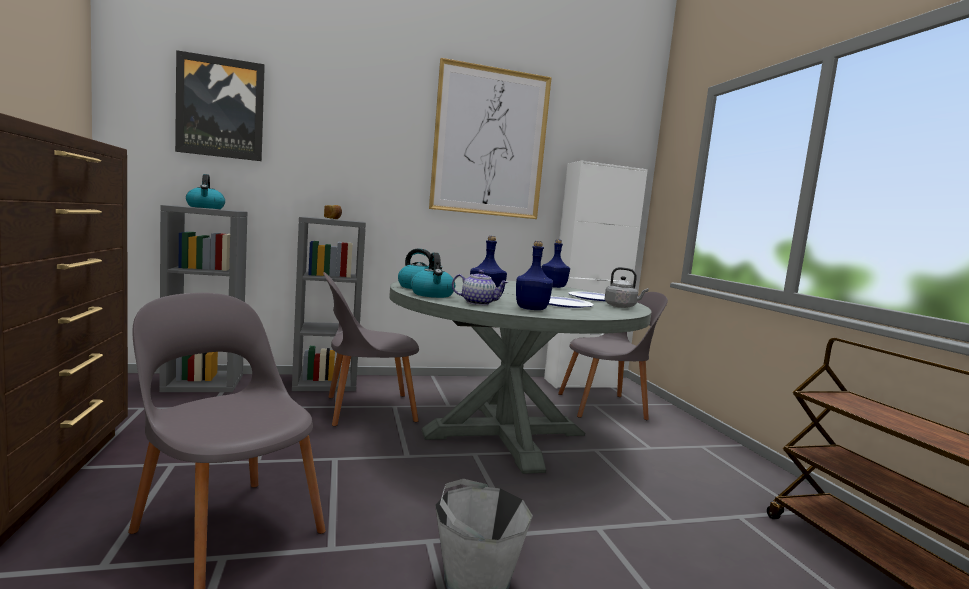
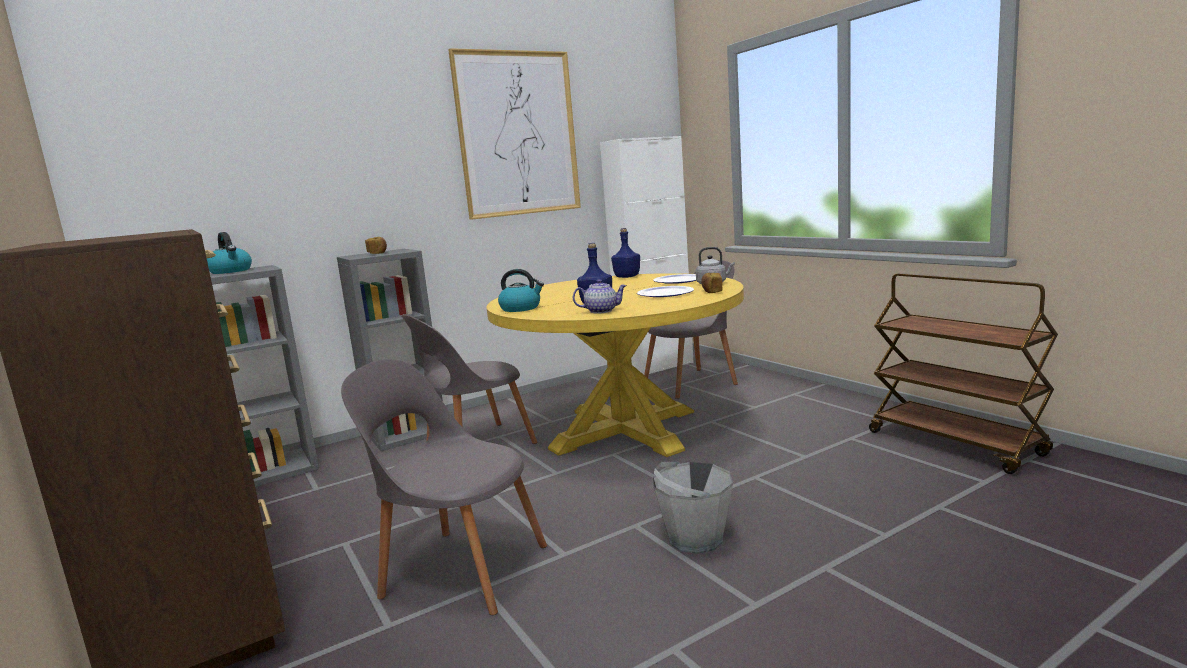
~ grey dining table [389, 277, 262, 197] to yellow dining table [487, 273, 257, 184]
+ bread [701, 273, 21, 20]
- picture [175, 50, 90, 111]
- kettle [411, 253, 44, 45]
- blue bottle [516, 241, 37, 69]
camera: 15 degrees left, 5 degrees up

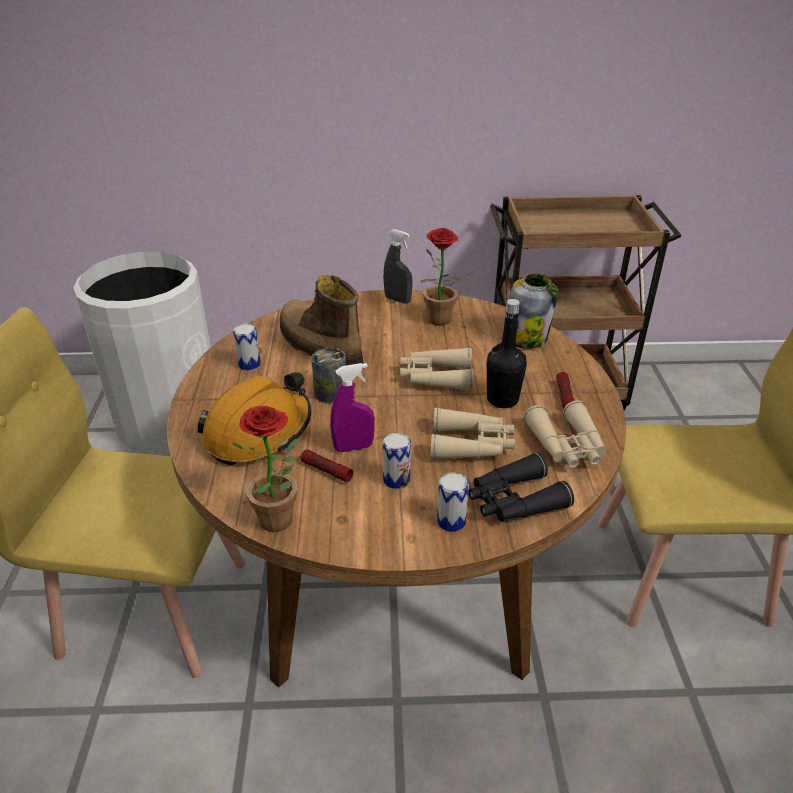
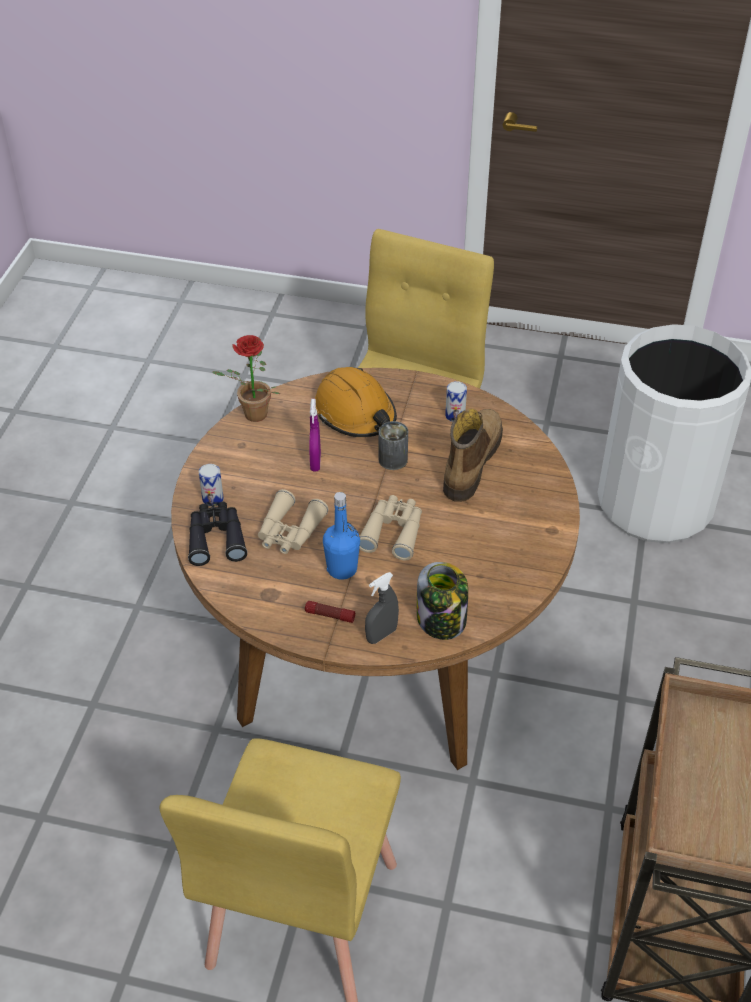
~ black bottle [487, 299, 40, 109] to blue bottle [323, 492, 37, 88]
~ grey spray bottle [383, 229, 29, 75] to [365, 572, 34, 72]
~ boot [280, 275, 84, 90] = [443, 409, 60, 93] 45 degrees counterclockwise
- flashlight [301, 449, 52, 33]
- can [383, 433, 28, 56]
- potted plant [420, 228, 54, 98]
- beige binoculars [524, 400, 83, 68]
camera: 105 degrees right, 10 degrees up

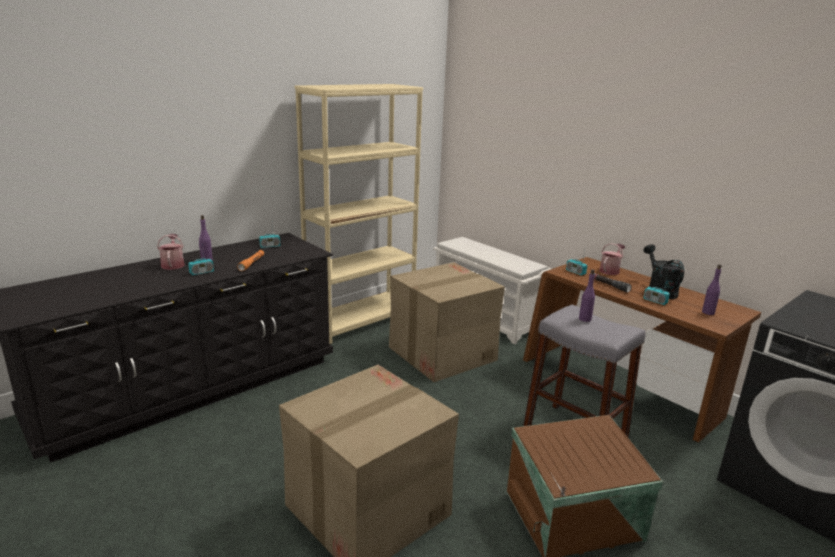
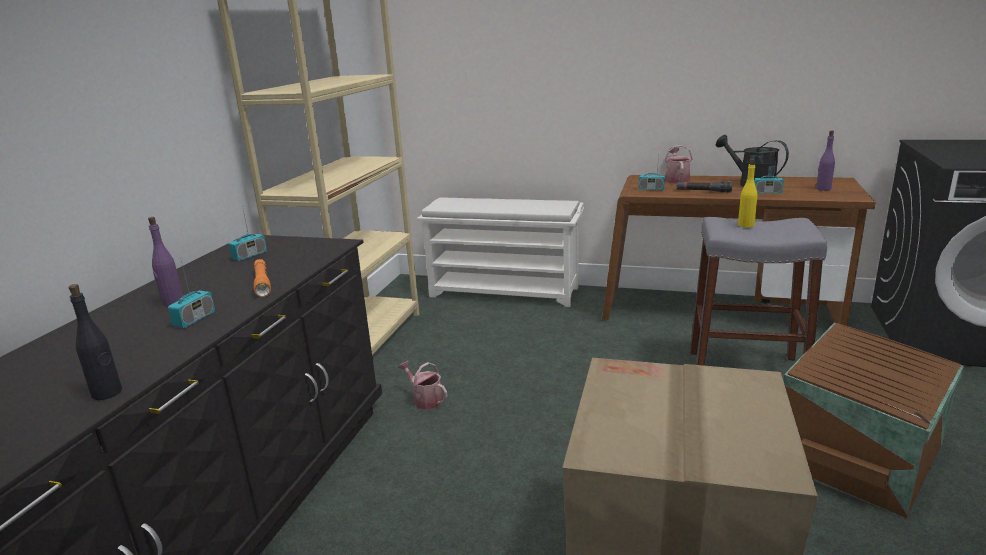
+ black bottle [69, 284, 53, 116]
~ watering can [157, 234, 28, 36] to [398, 361, 49, 49]
~ purple bottle [579, 269, 16, 53] to yellow bottle [738, 159, 19, 68]
- cardboard box [389, 262, 116, 120]
camera: 30 degrees left, 0 degrees up

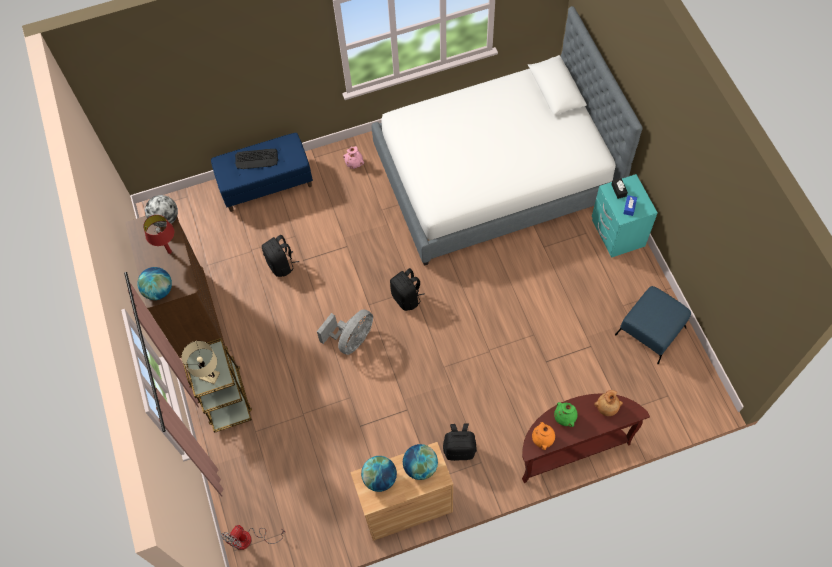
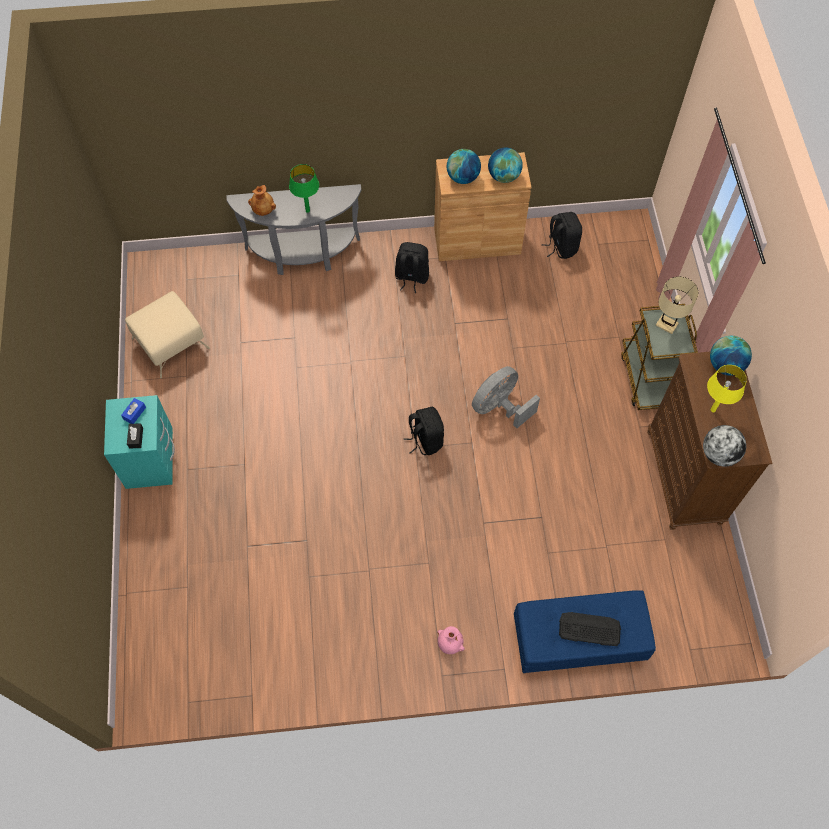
~ blue ottoman [615, 286, 76, 78] to beige ottoman [125, 291, 85, 87]
~ brown console table [522, 393, 128, 90] to grey console table [226, 184, 135, 91]
~ green vase [554, 402, 24, 25] to green table lamp [289, 164, 30, 49]
~ black backpack [262, 235, 37, 42] to [542, 212, 40, 47]
~ red table lamp [143, 215, 31, 39] to yellow table lamp [707, 365, 40, 47]
- fan [221, 525, 65, 25]
- bed [372, 6, 270, 260]
- orange vase [532, 422, 23, 28]
camera: 170 degrees left, 0 degrees up

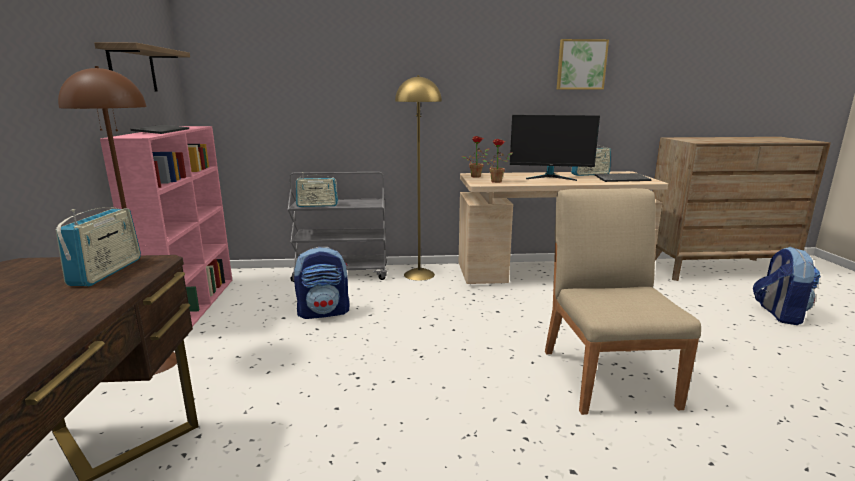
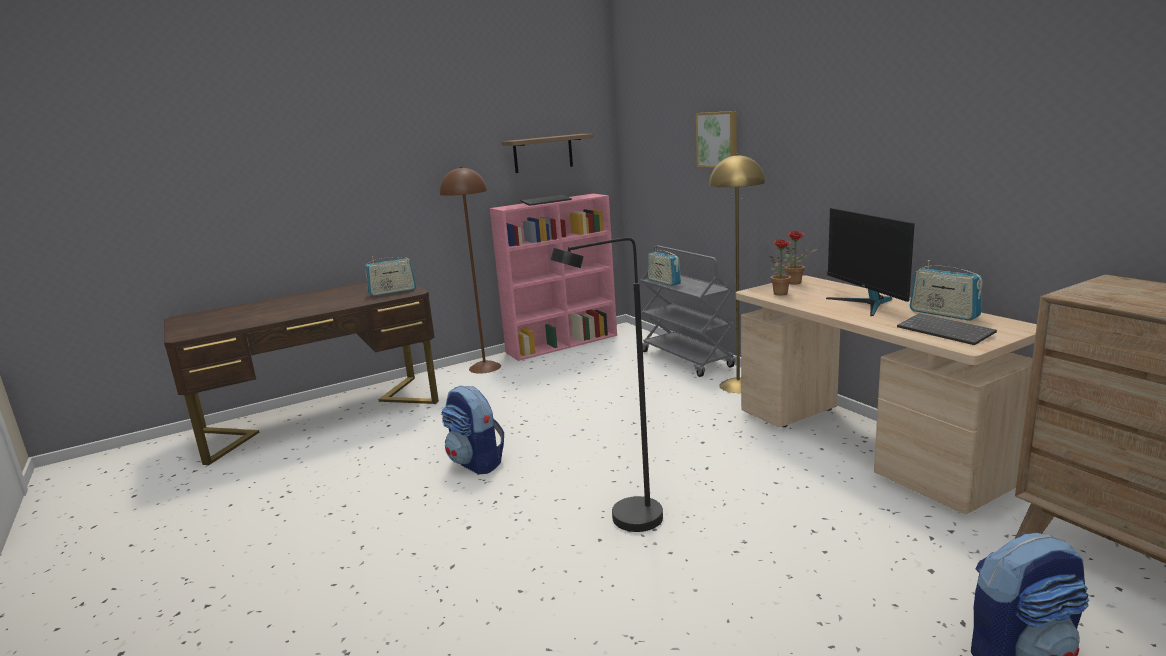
~ backpack [294, 247, 55, 72] to [441, 386, 63, 89]
~ beige chair [545, 188, 156, 227] to black floor lamp [550, 238, 113, 294]
~ picture [557, 39, 52, 50] to [696, 111, 41, 57]
camera: 65 degrees right, 0 degrees up

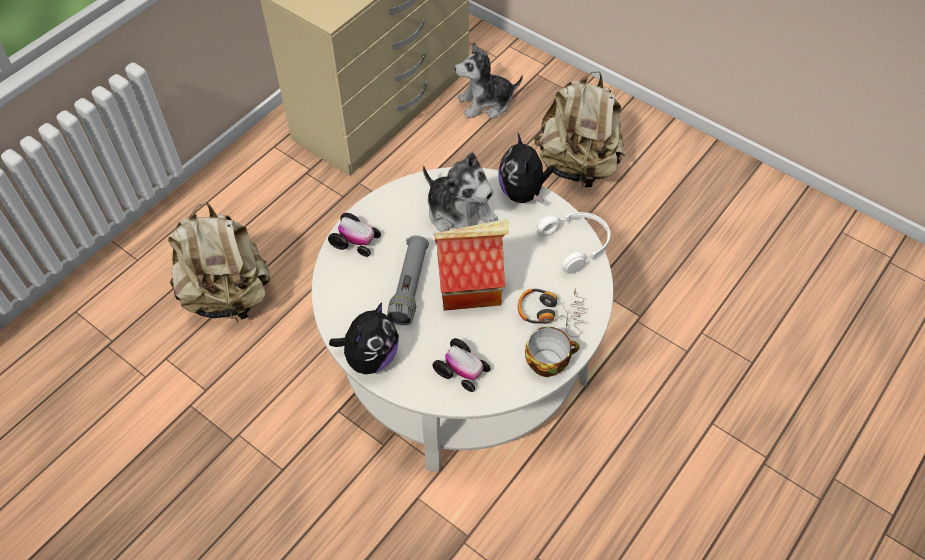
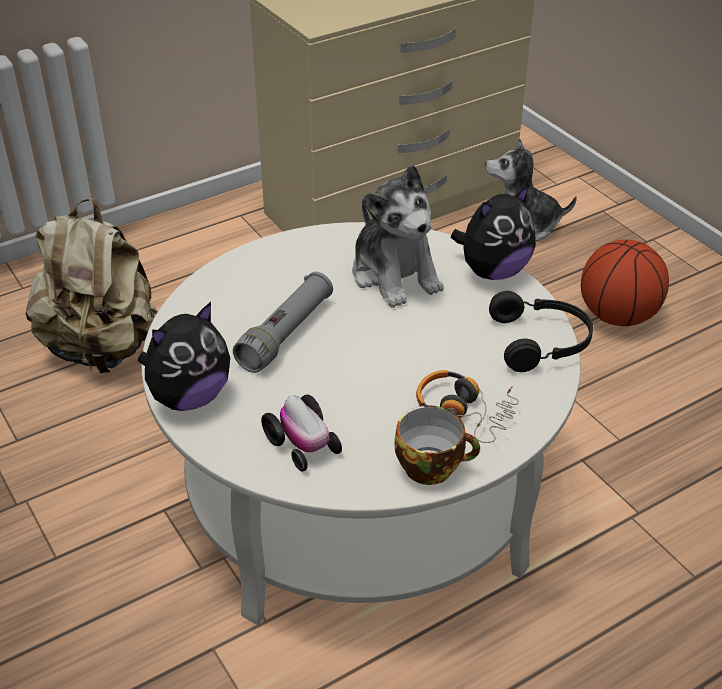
~ plush toy [498, 132, 56, 72] = [451, 184, 85, 96] 135 degrees counterclockwise
~ white headphones [537, 212, 73, 62] to black headphones [489, 291, 104, 81]
~ beige backpack [534, 71, 91, 117] to basketball [581, 239, 88, 87]
- toy car [328, 213, 53, 44]
- toy house [434, 219, 75, 92]
camera: 20 degrees right, 15 degrees down

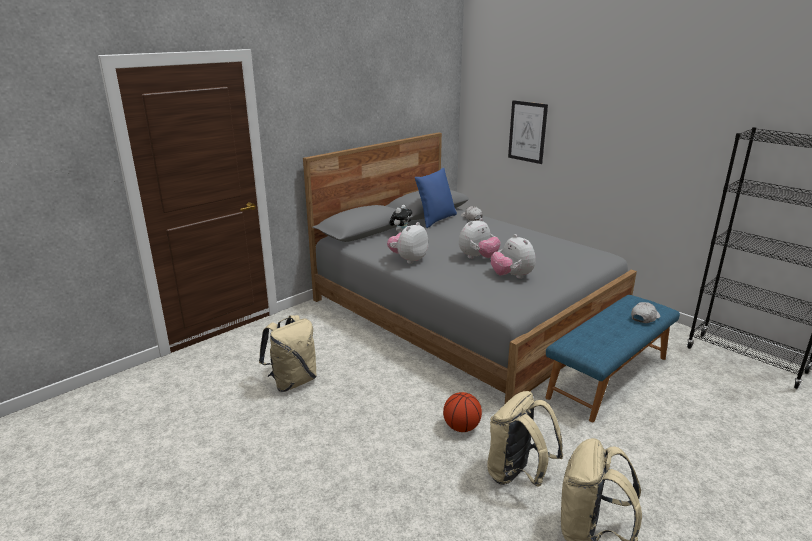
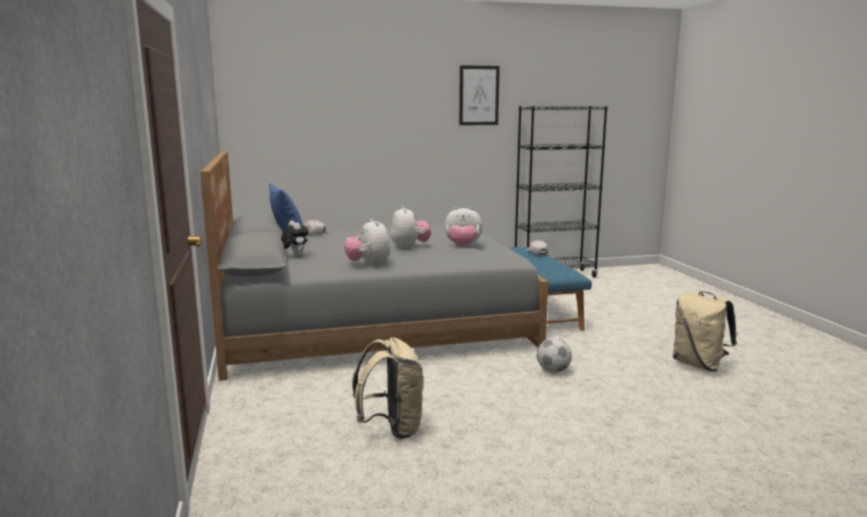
~ picture [508, 100, 40, 64] to [459, 65, 41, 60]
~ basketball [443, 392, 39, 40] to football [537, 338, 35, 35]
- beige backpack [487, 391, 76, 95]
camera: 60 degrees left, 10 degrees down

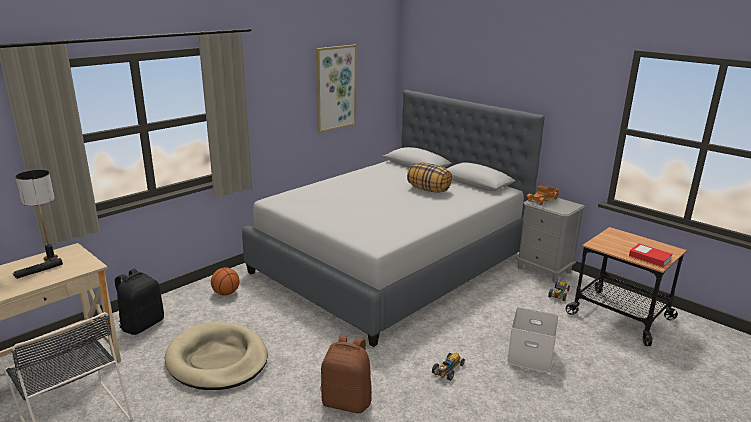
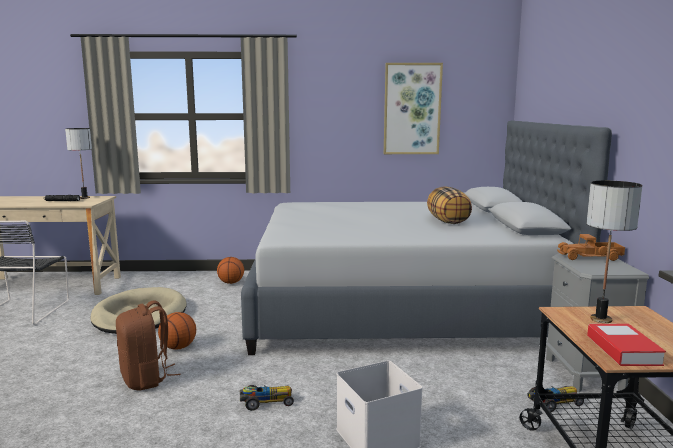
+ basketball [158, 312, 38, 38]
+ table lamp [586, 180, 56, 143]
- black backpack [115, 269, 49, 66]
camera: 45 degrees right, 10 degrees down

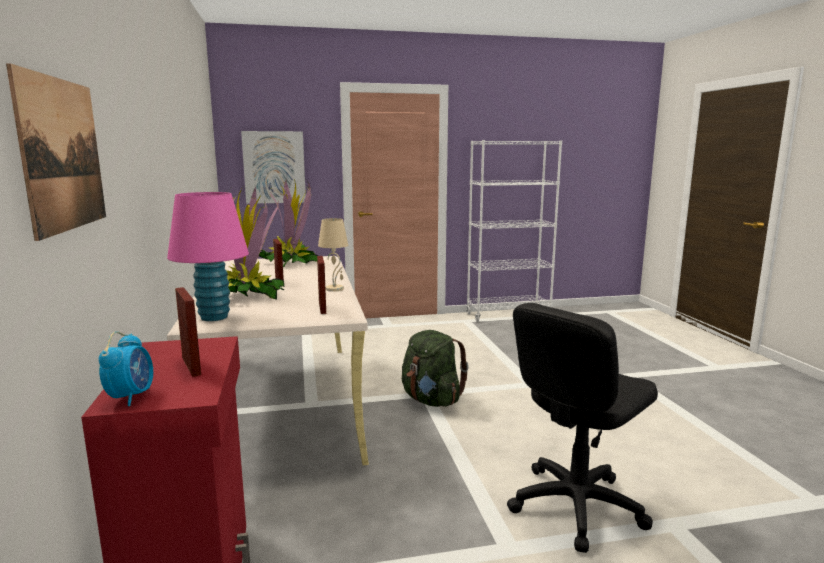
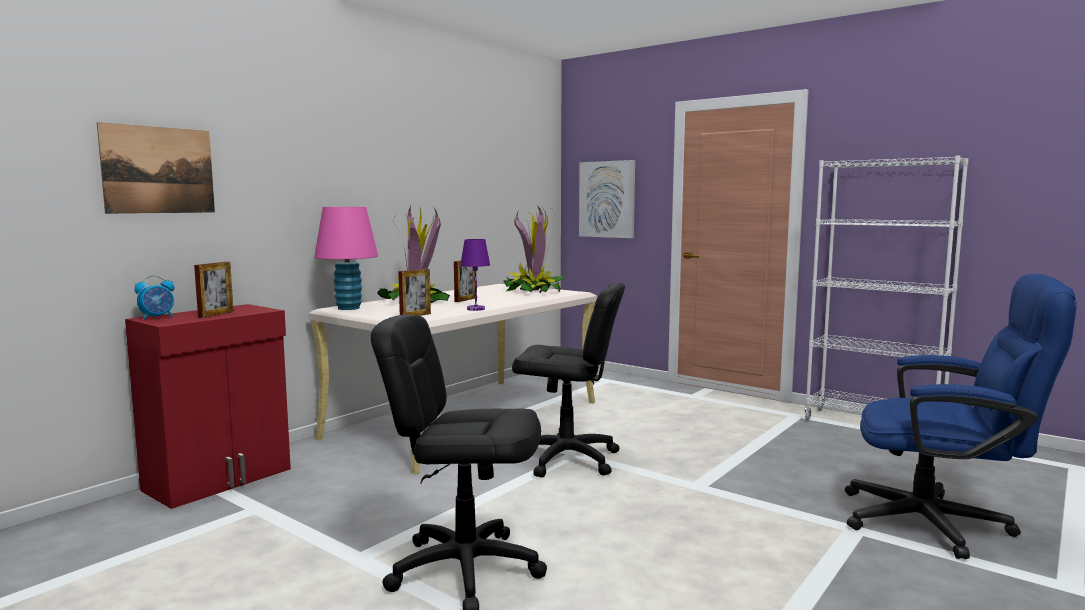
~ beige table lamp [318, 218, 30, 74] to purple table lamp [460, 239, 30, 72]
~ green backpack [402, 330, 67, 77] to black office chair [512, 283, 113, 195]
+ blue office chair [845, 274, 232, 285]
camera: 50 degrees right, 5 degrees down

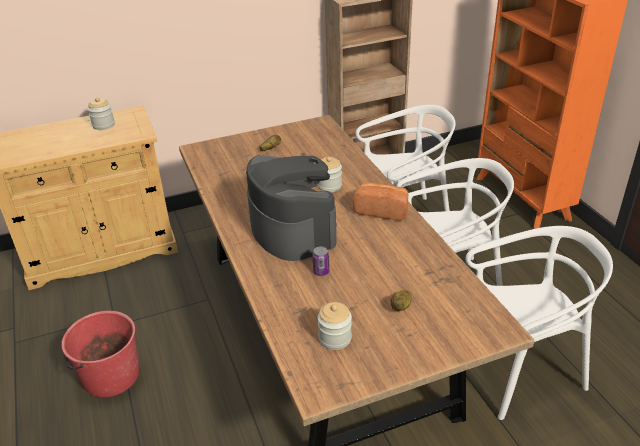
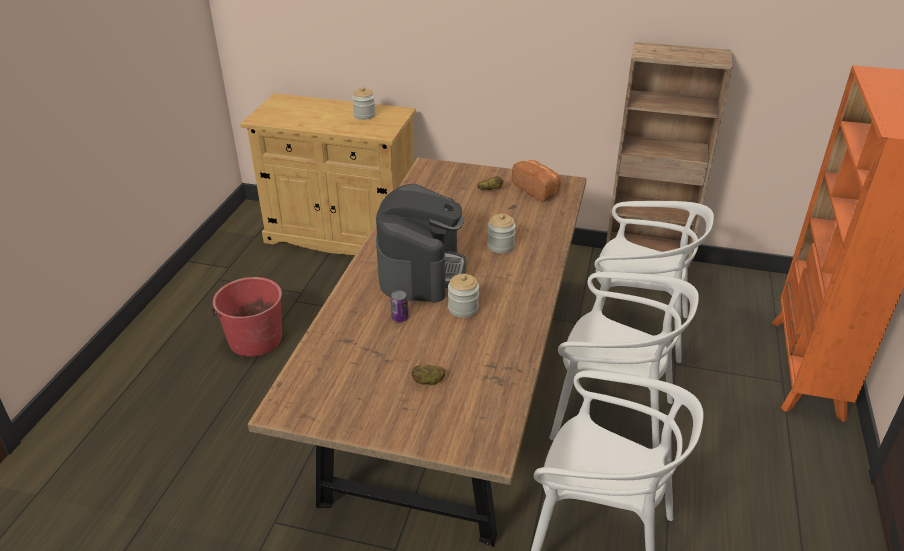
~ jar [317, 302, 35, 48] to [448, 274, 31, 44]
~ bread [353, 182, 55, 39] to [512, 160, 49, 42]
camera: 35 degrees right, 0 degrees up

